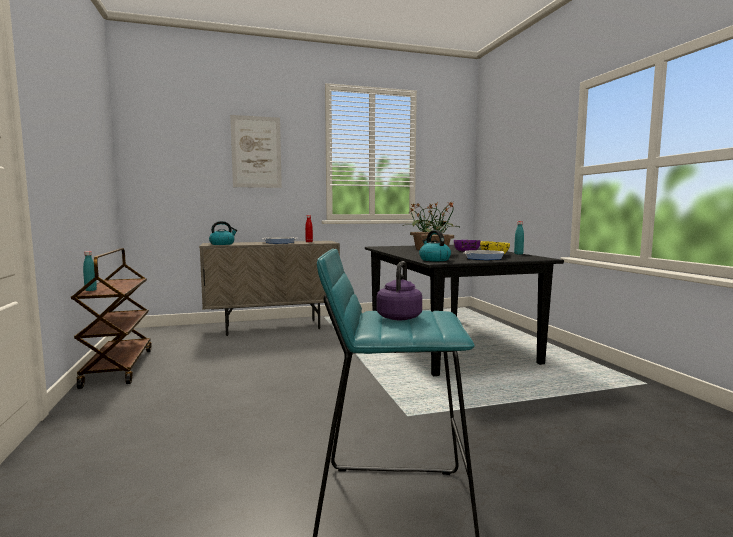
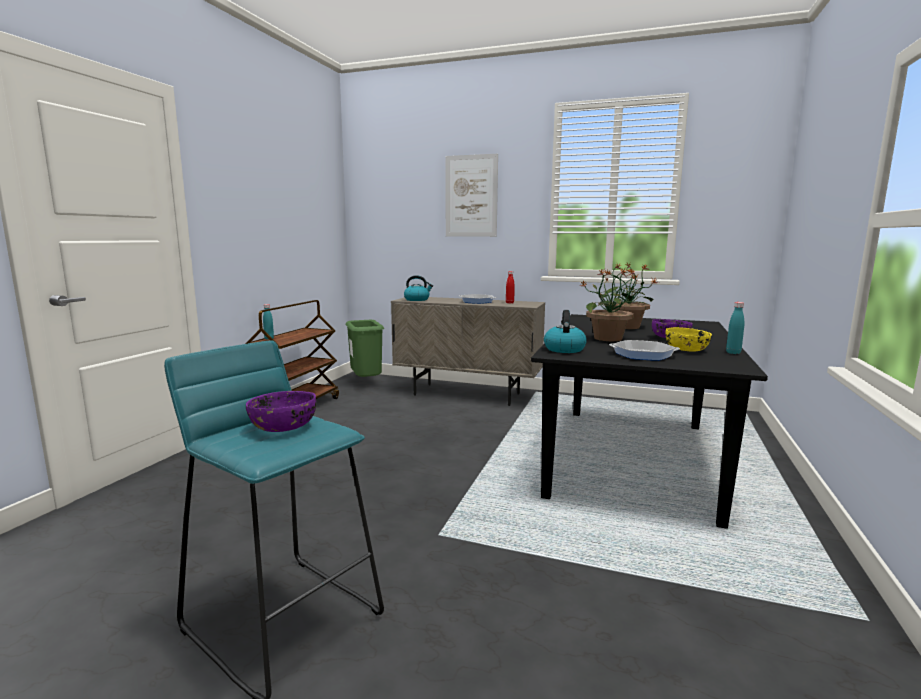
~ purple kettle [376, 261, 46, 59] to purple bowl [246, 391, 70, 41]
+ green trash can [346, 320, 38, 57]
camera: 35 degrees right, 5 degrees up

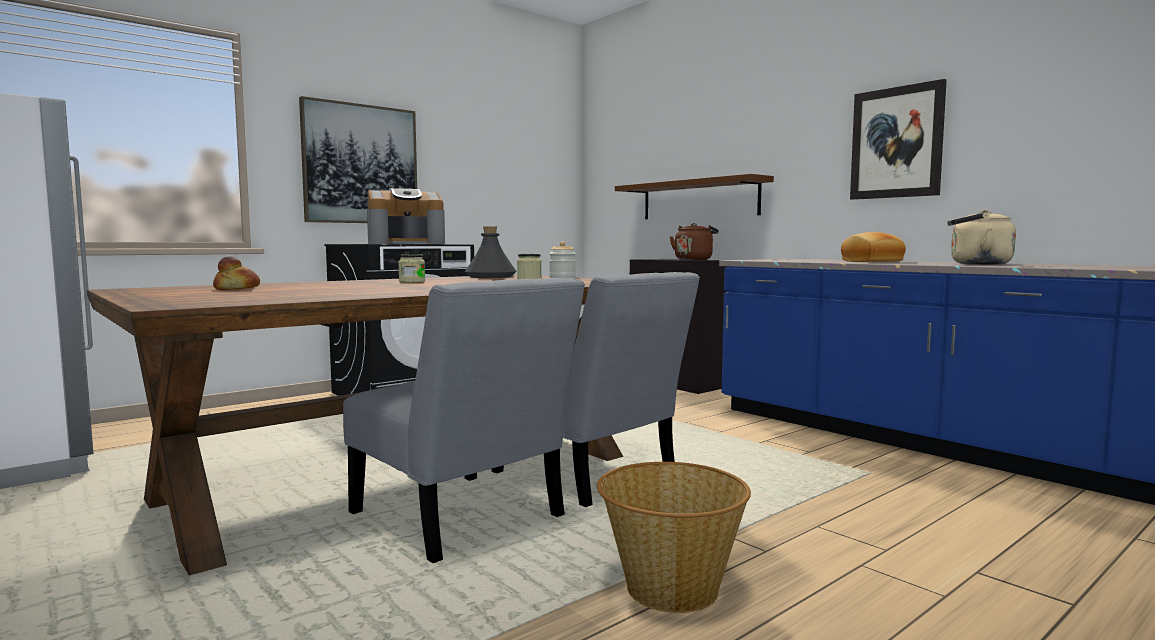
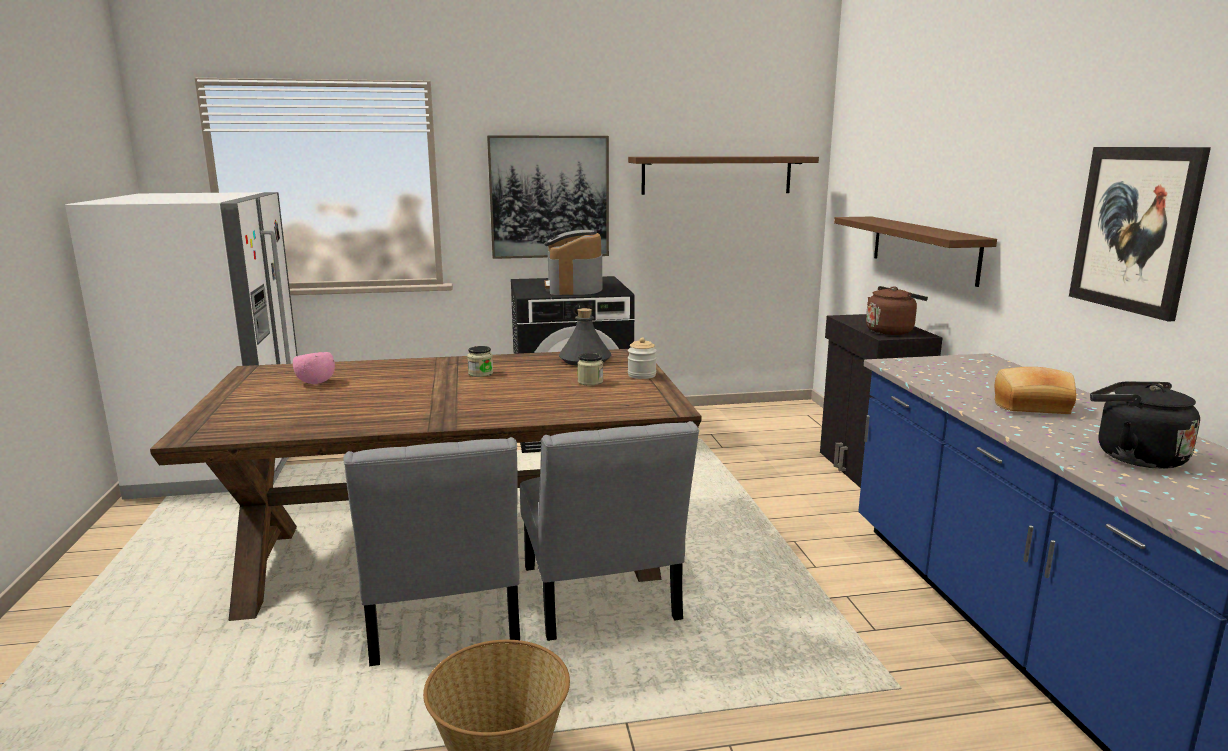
~ bread [213, 256, 47, 34] to pink bowl [293, 352, 42, 32]
~ coffee machine [367, 188, 78, 56] = [544, 230, 58, 65] 75 degrees clockwise
+ brown shelf [628, 156, 191, 39]
~ beige kettle [947, 210, 69, 54] to black kettle [1090, 382, 110, 87]
camera: 30 degrees right, 10 degrees up

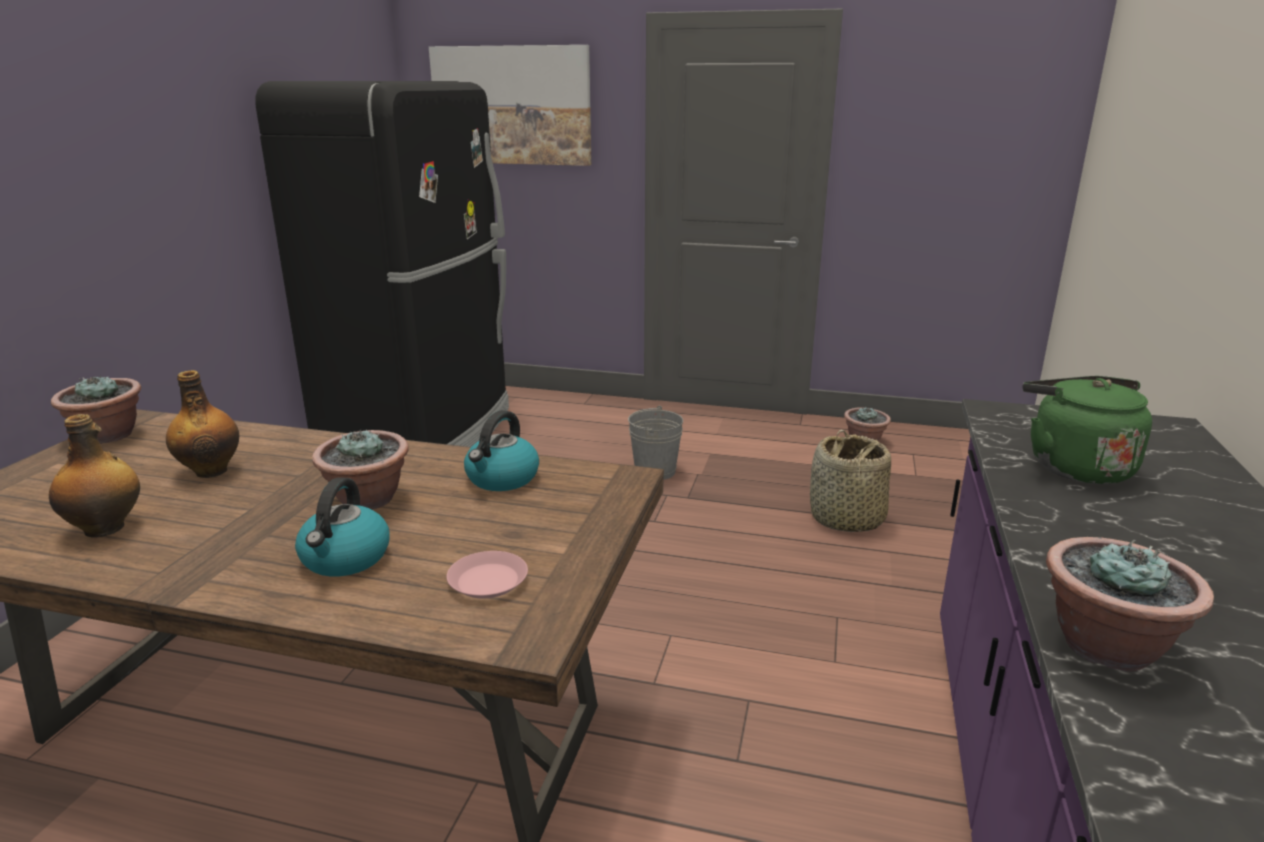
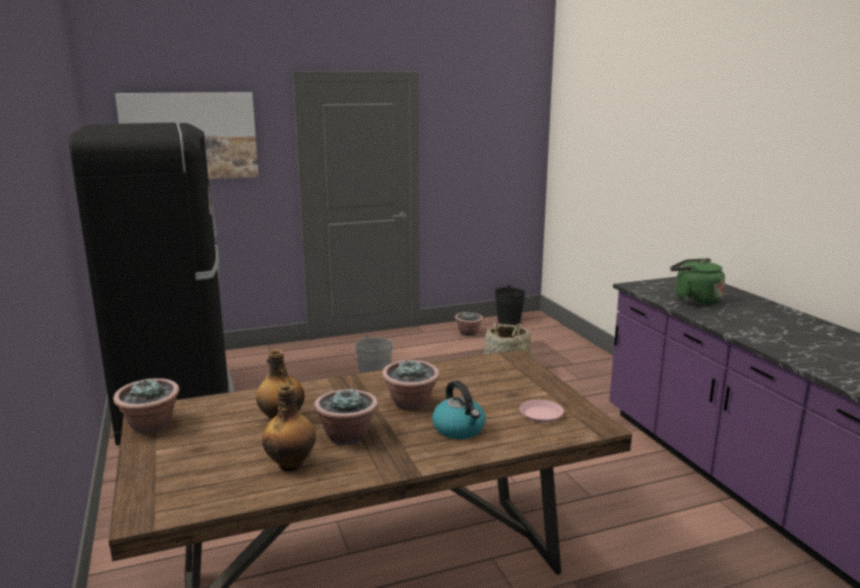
~ potted plant [1046, 537, 168, 135] to [314, 387, 64, 58]
+ black bucket [495, 285, 30, 40]
- kettle [464, 410, 75, 81]
camera: 35 degrees left, 5 degrees down

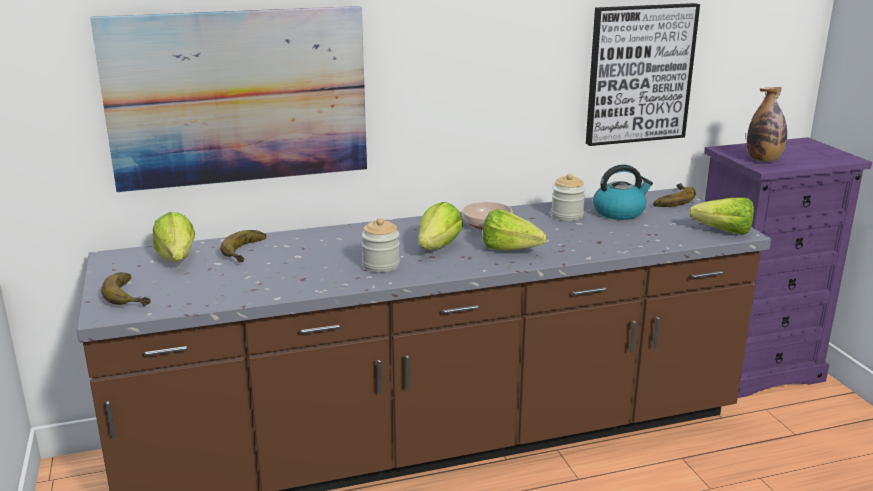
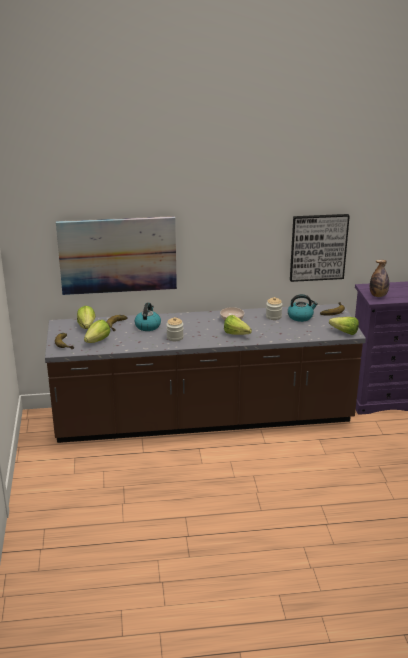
~ lettuce [418, 202, 45, 48] to [84, 320, 26, 23]
+ kettle [134, 303, 27, 28]
camera: 10 degrees right, 5 degrees up

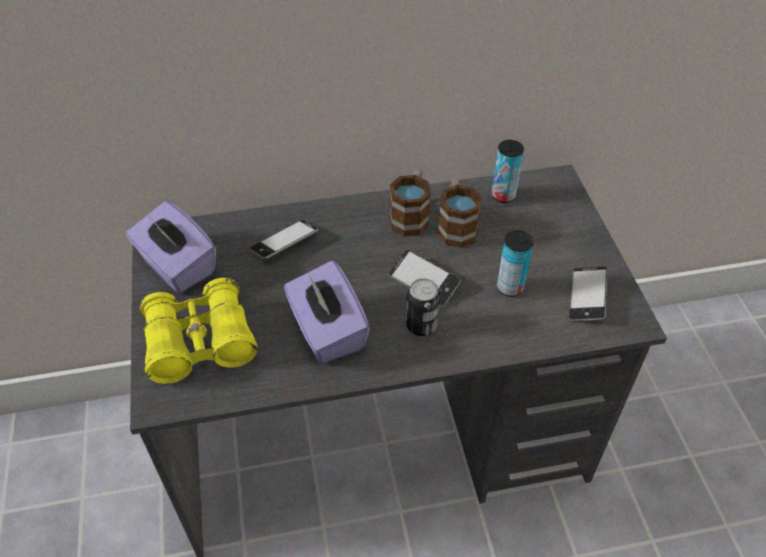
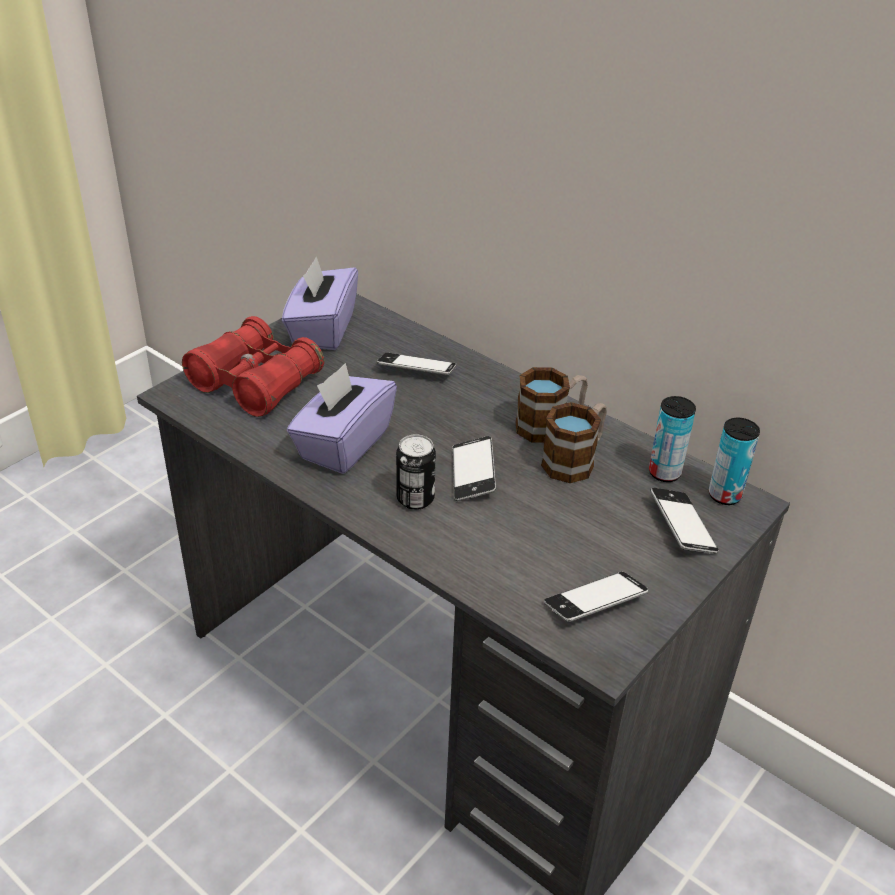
~ yellow binoculars [139, 278, 118, 106] to red binoculars [182, 316, 142, 101]
+ phone [650, 487, 69, 67]
~ can [497, 230, 37, 67] to [709, 418, 51, 87]
camera: 50 degrees right, 10 degrees down

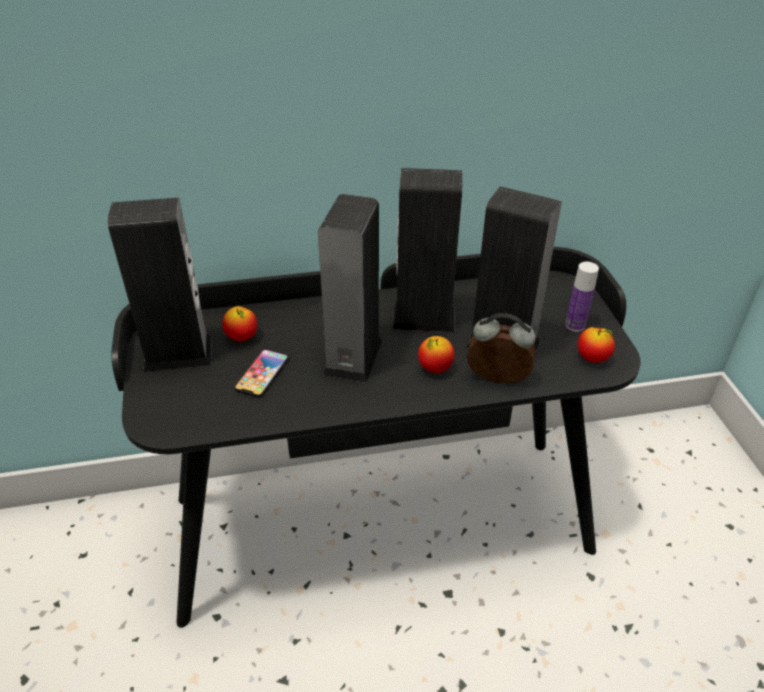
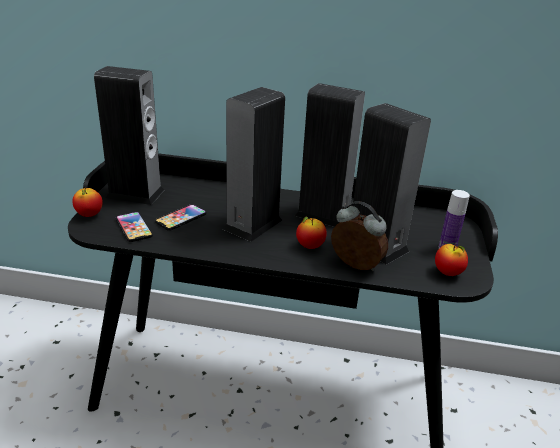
~ apple [222, 306, 35, 36] to [72, 188, 31, 29]
+ phone [116, 212, 37, 30]
camera: 20 degrees right, 10 degrees down

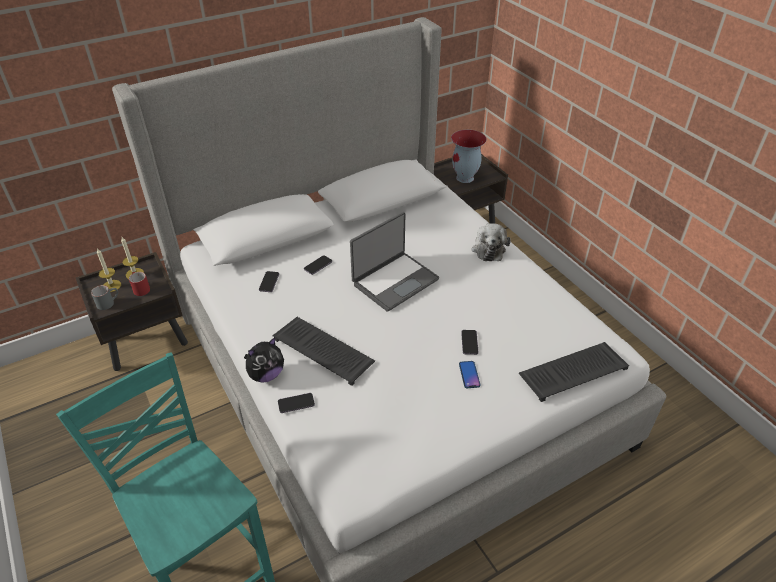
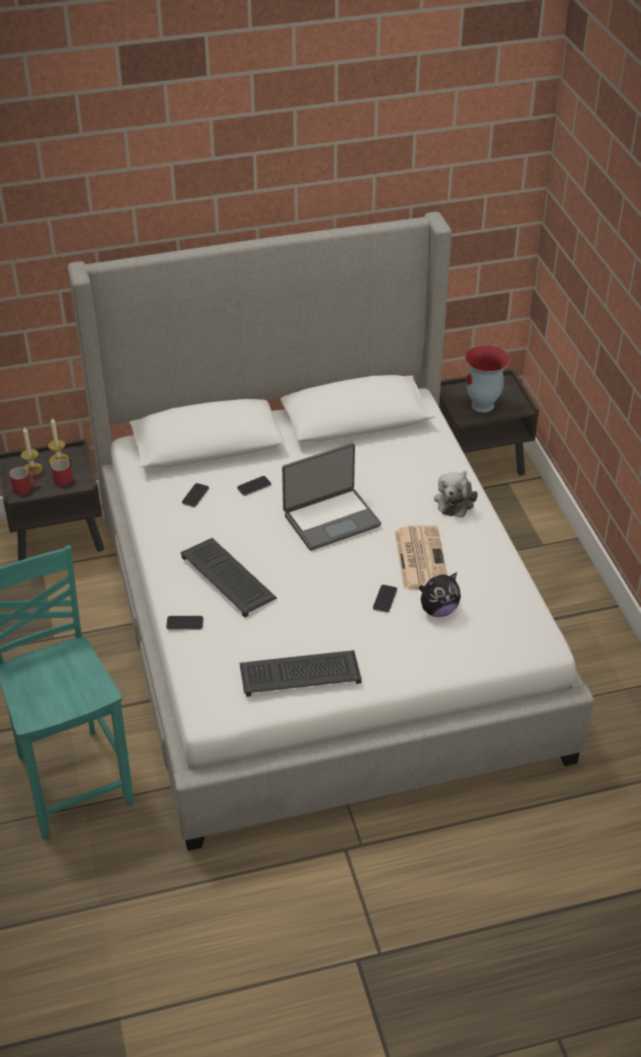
~ grey mug [91, 285, 27, 25] to red mug [10, 467, 28, 28]
~ keyboard [519, 342, 110, 60] to [239, 650, 123, 47]
+ newspaper [395, 525, 52, 64]
~ plush toy [244, 337, 40, 46] to [418, 572, 43, 45]
- phone [459, 361, 21, 27]
camera: 15 degrees right, 0 degrees up

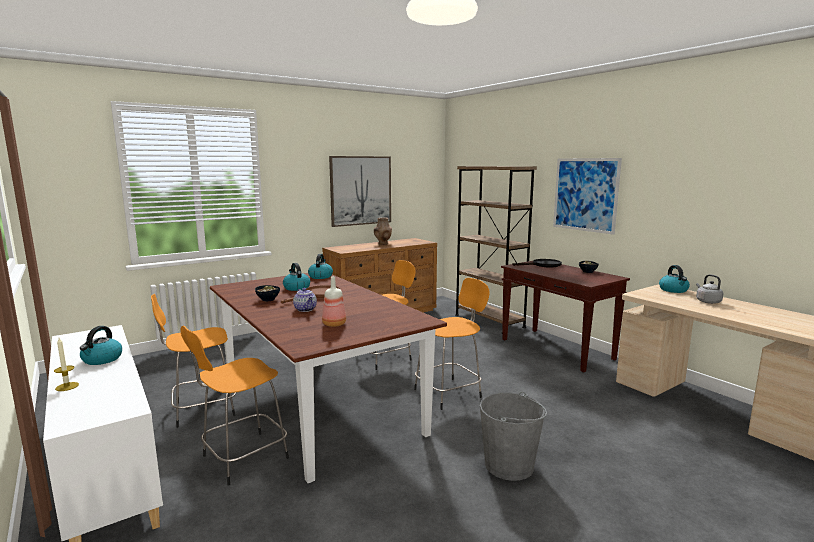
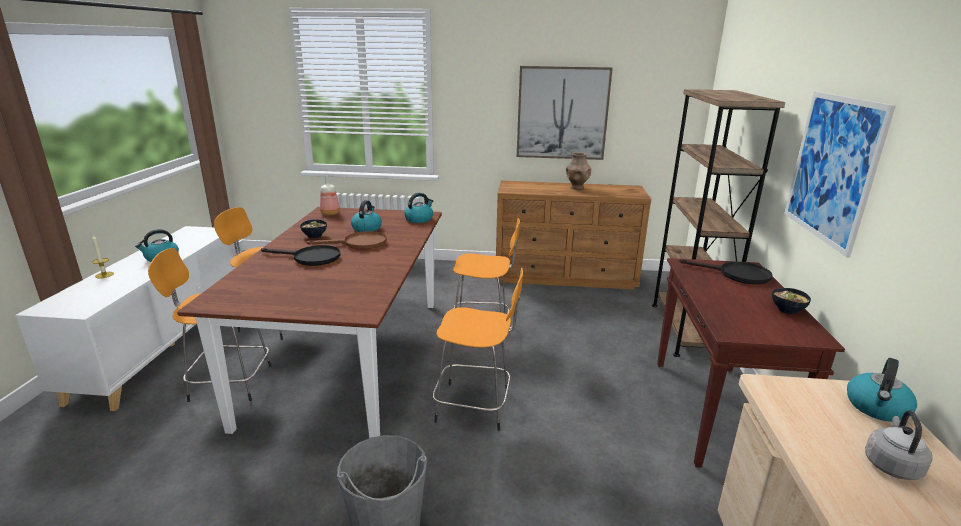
~ teapot [293, 288, 24, 24] to black frying pan [261, 245, 79, 21]
~ bottle [322, 276, 24, 51] to [320, 175, 20, 40]
camera: 40 degrees right, 10 degrees up

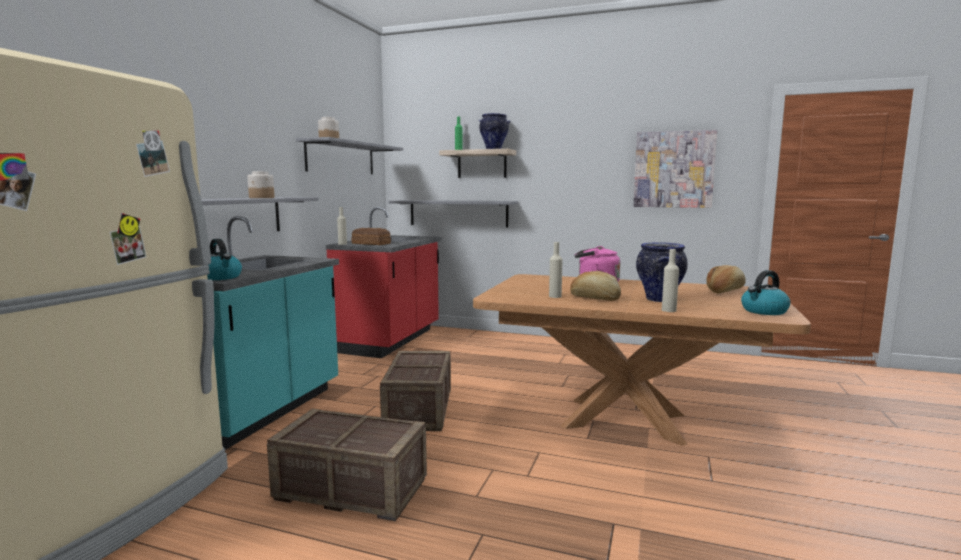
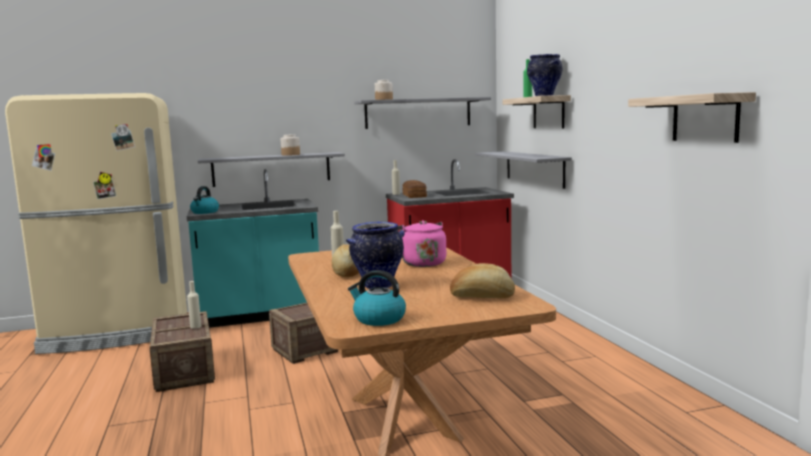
~ beige bottle [662, 249, 17, 63] to [187, 281, 14, 48]
~ picture [633, 130, 84, 78] to shelf [628, 92, 128, 51]
camera: 55 degrees right, 0 degrees up

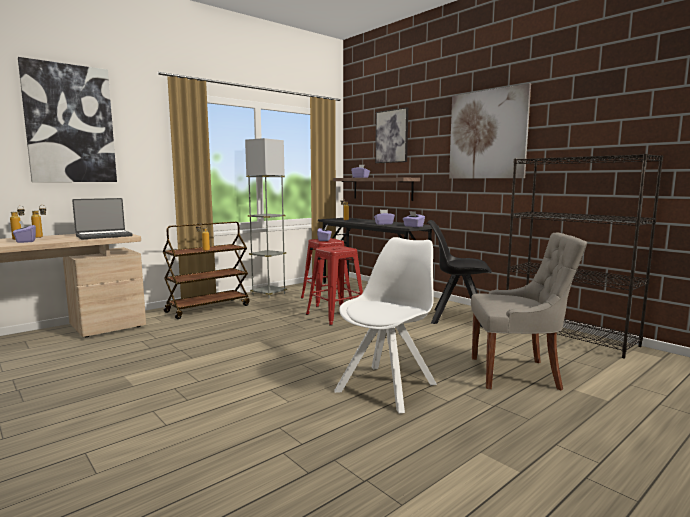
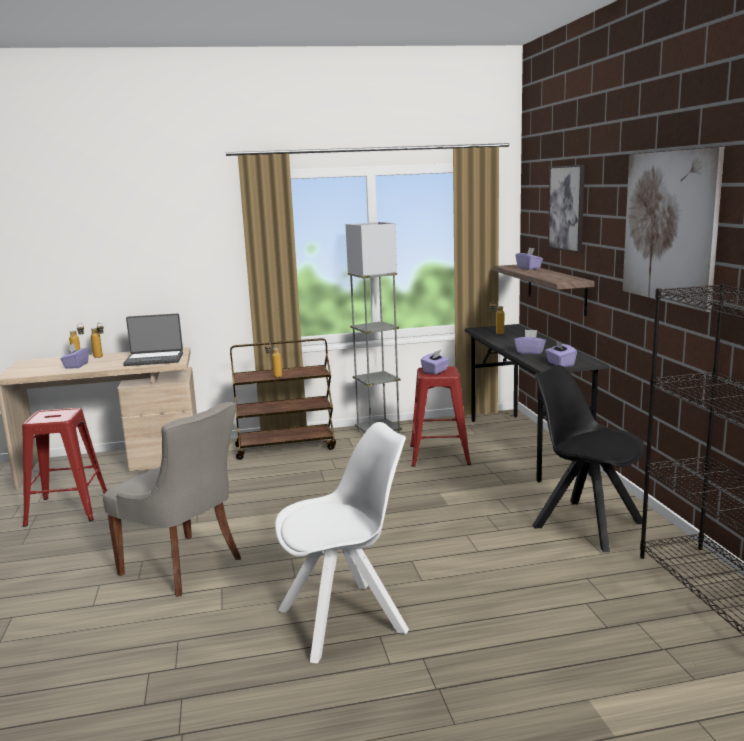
~ red stool [306, 246, 57, 79] to [22, 408, 85, 119]
~ grey chair [471, 233, 116, 157] to [103, 402, 138, 195]
- picture [18, 57, 99, 125]
camera: 30 degrees right, 5 degrees up

